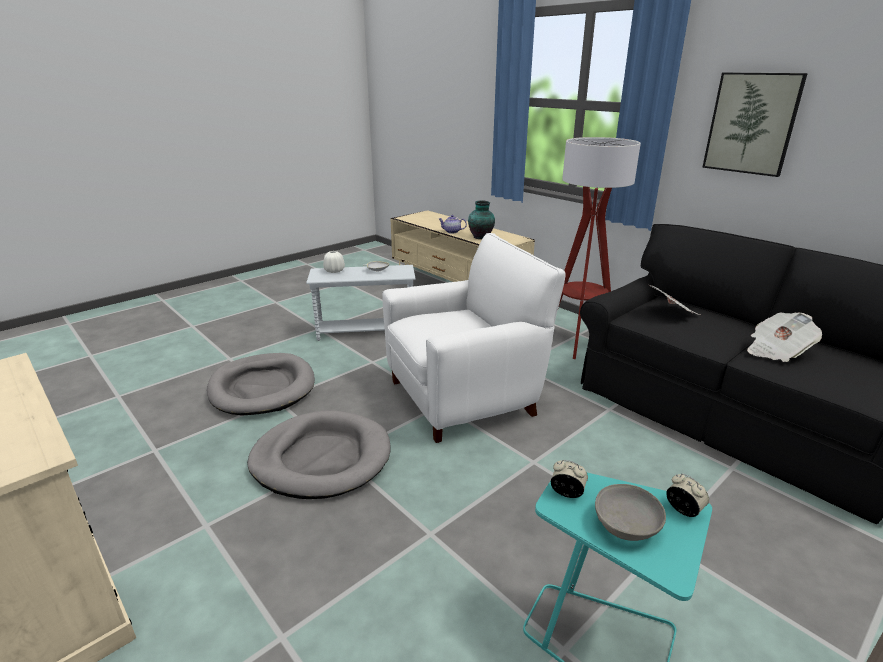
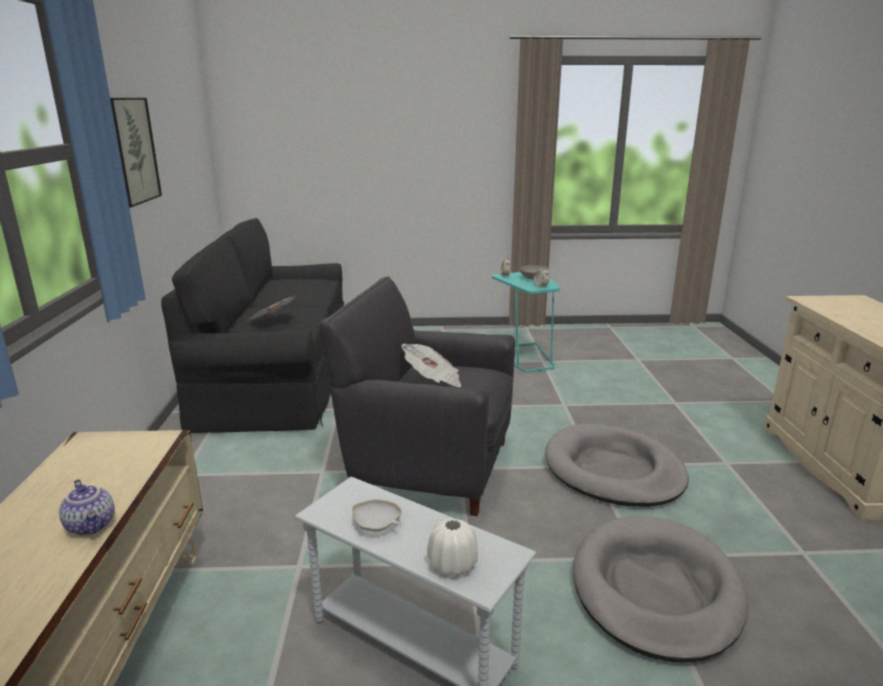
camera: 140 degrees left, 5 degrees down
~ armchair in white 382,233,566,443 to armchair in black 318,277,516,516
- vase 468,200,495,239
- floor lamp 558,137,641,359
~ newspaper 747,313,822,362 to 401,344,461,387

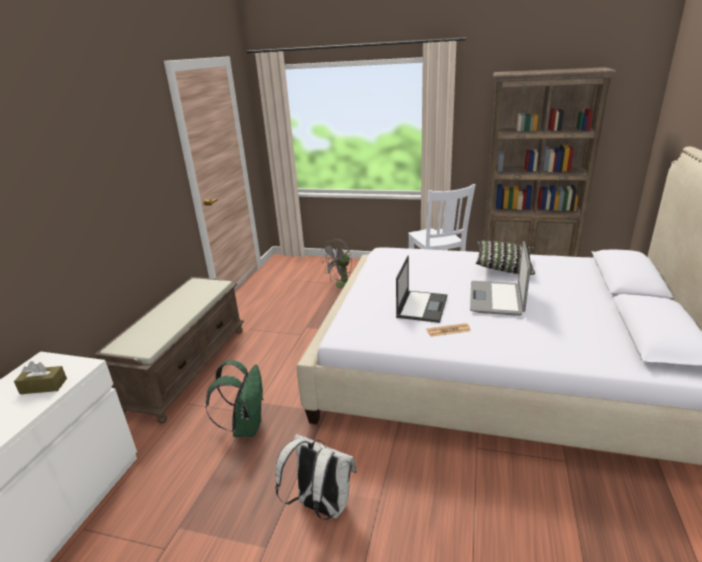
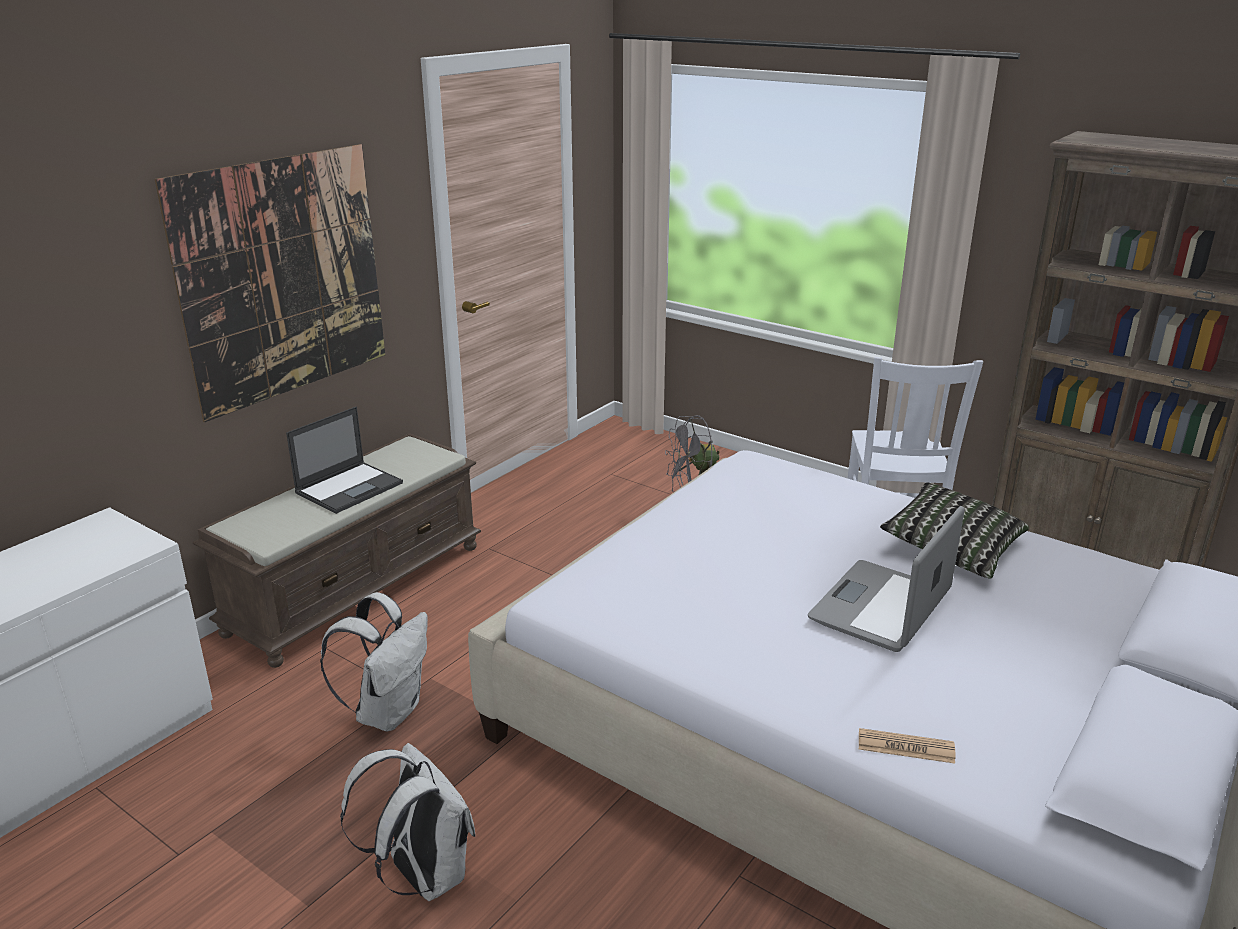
camera: 20 degrees right, 0 degrees up
- tissue box in brown 14,361,67,394
~ backpack in green 206,360,264,437 to backpack in white 320,592,428,731
~ laptop 396,255,447,323 to 286,407,403,514
~ newspaper 426,323,471,337 to 859,728,956,764
+ picture 155,144,385,422

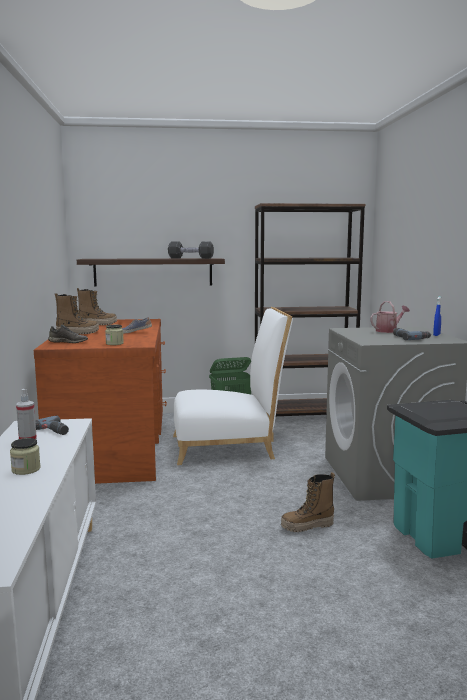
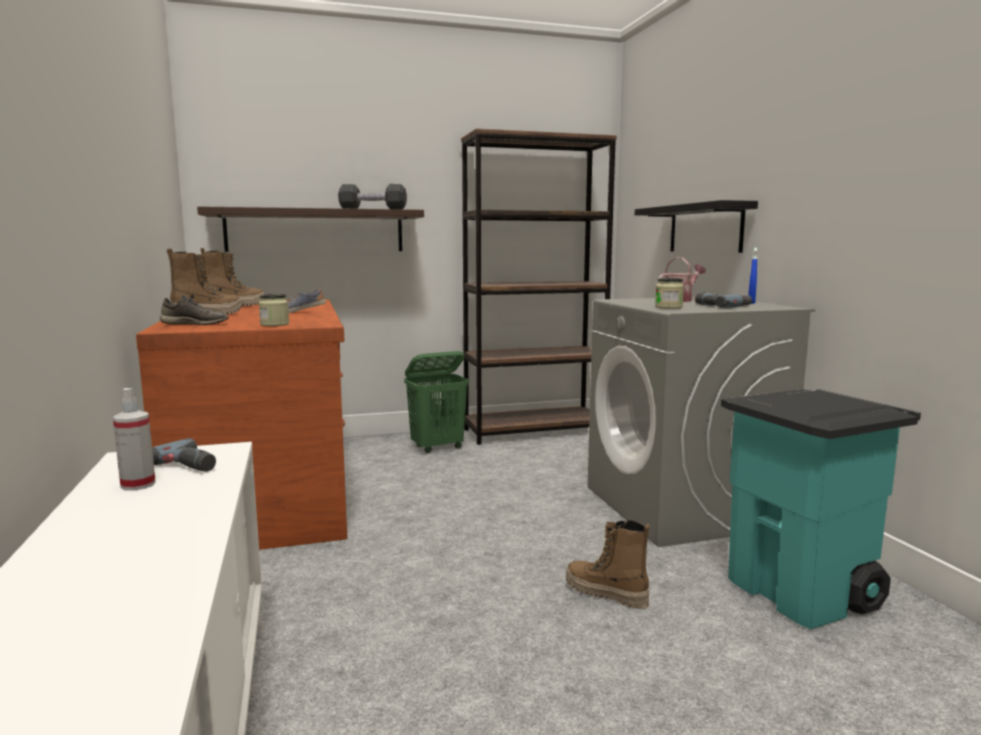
camera: 10 degrees left, 0 degrees up
~ jar 10,438,40,475 to 655,278,684,309
- chair in white 173,307,293,465
~ boot 281,472,335,532 = 566,520,650,609 60 degrees clockwise
+ shelf in black 635,200,758,253

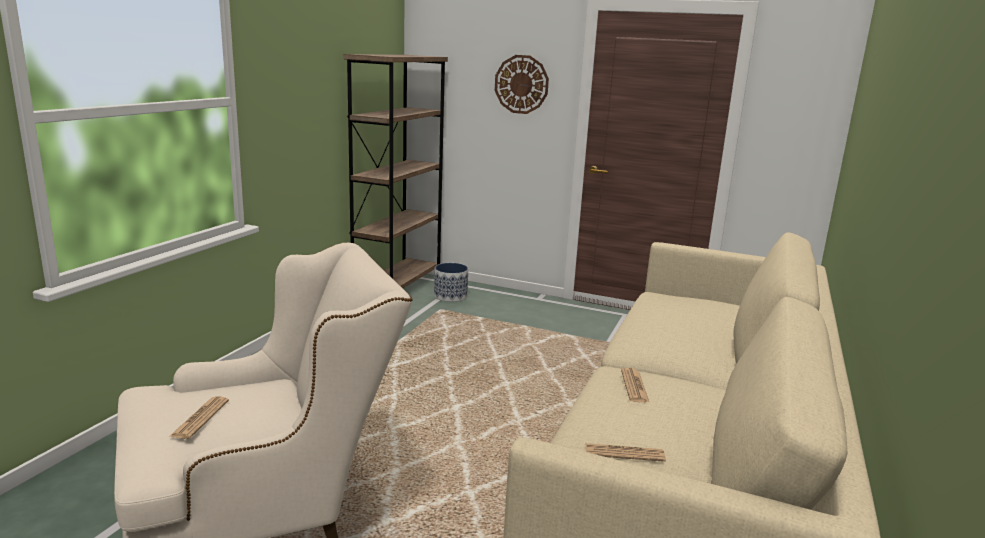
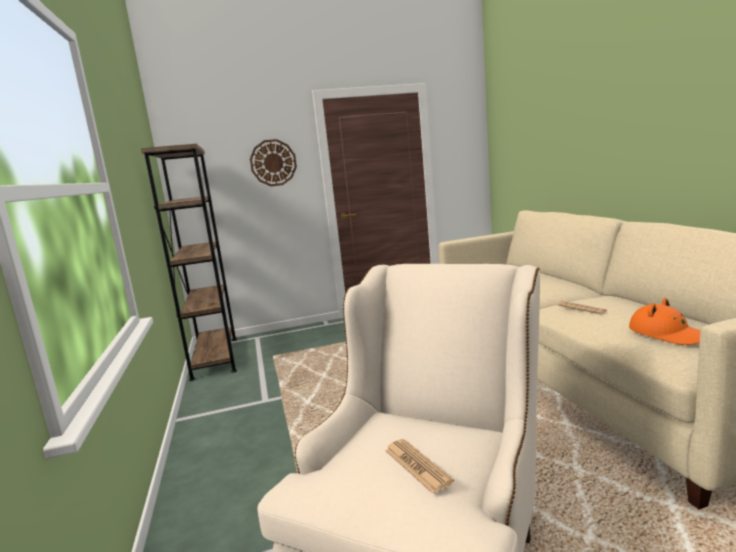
camera: 35 degrees left, 5 degrees down
- planter 434,263,468,302
~ newspaper 586,443,666,462 to hat in orange 629,298,700,345

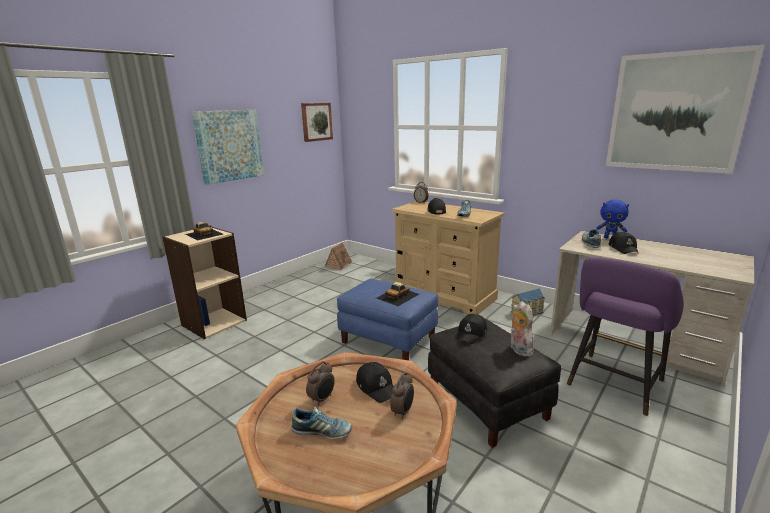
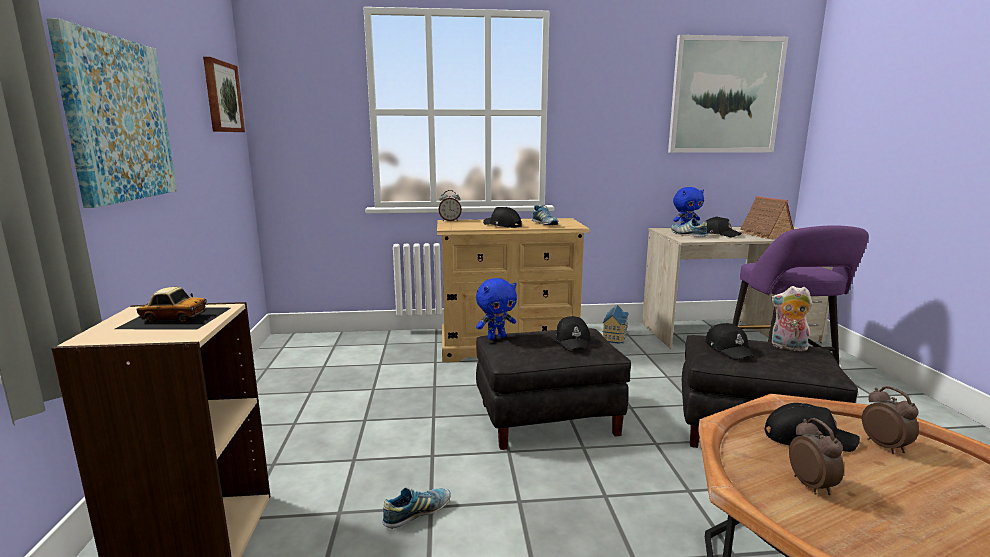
camera: 45 degrees left, 5 degrees down
~ shoe 291,407,352,439 to 382,487,451,529
~ toy house 325,242,353,270 to 740,196,794,239
~ ottoman in blue 337,279,438,360 to ottoman in black 476,328,631,450
~ toy car 376,282,419,306 to cap in black 556,316,590,351
+ plush toy in blue 476,278,517,340

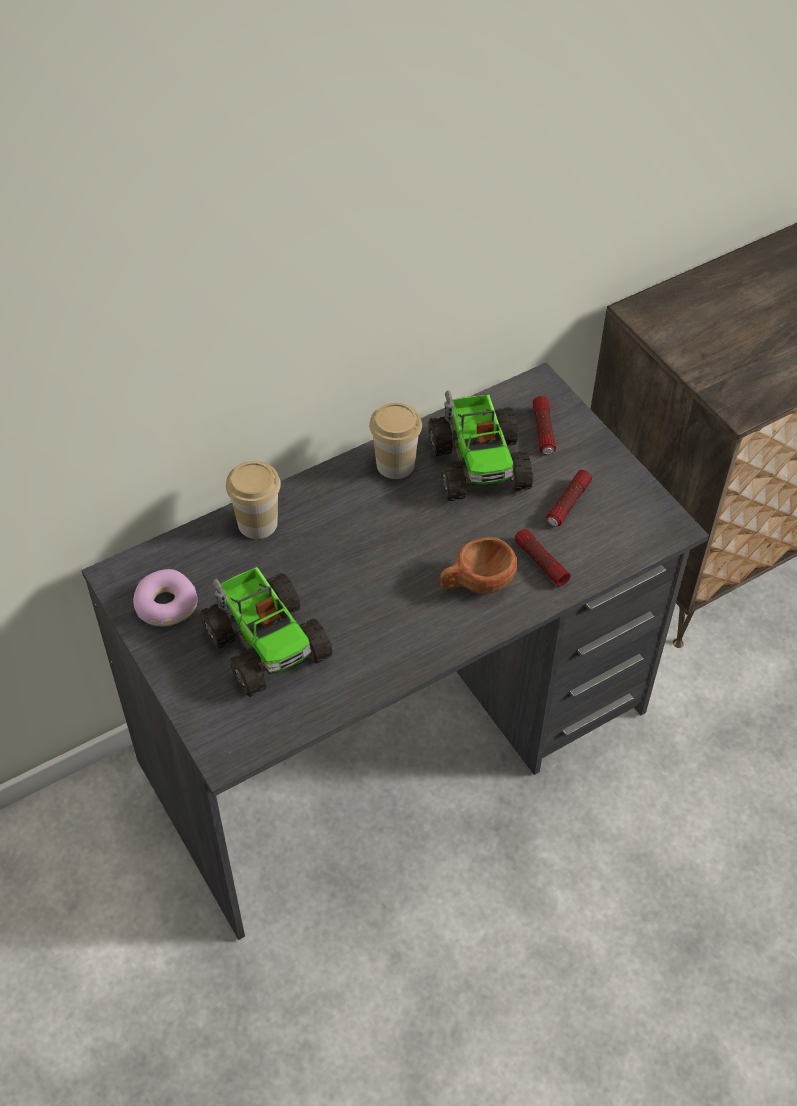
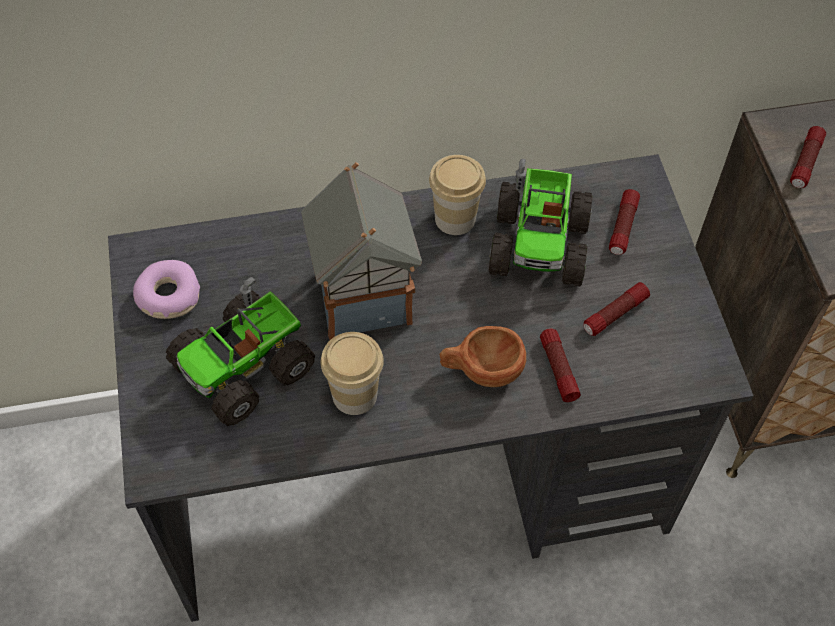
camera: 20 degrees right, 5 degrees up
~ toy truck 200,567,333,697 = 166,277,315,426 60 degrees clockwise
~ cup 226,461,281,539 to 321,332,384,415
+ toy house 301,162,422,340
+ flashlight 790,126,826,188

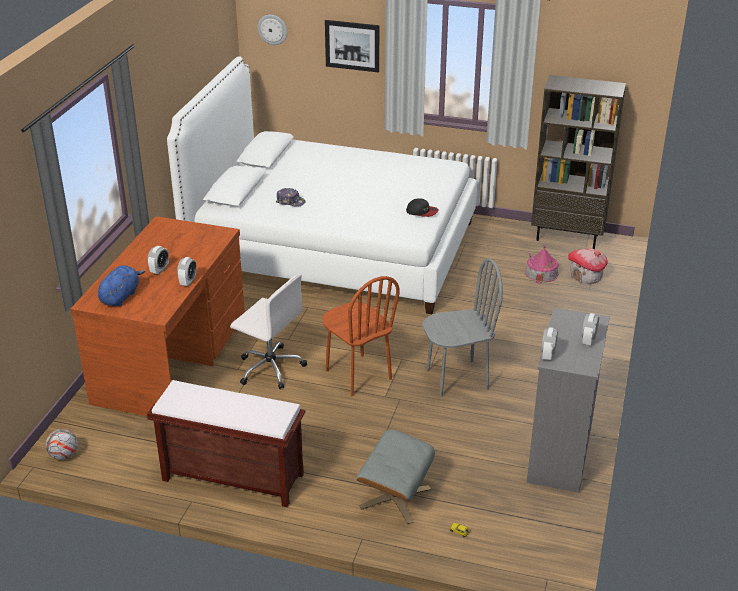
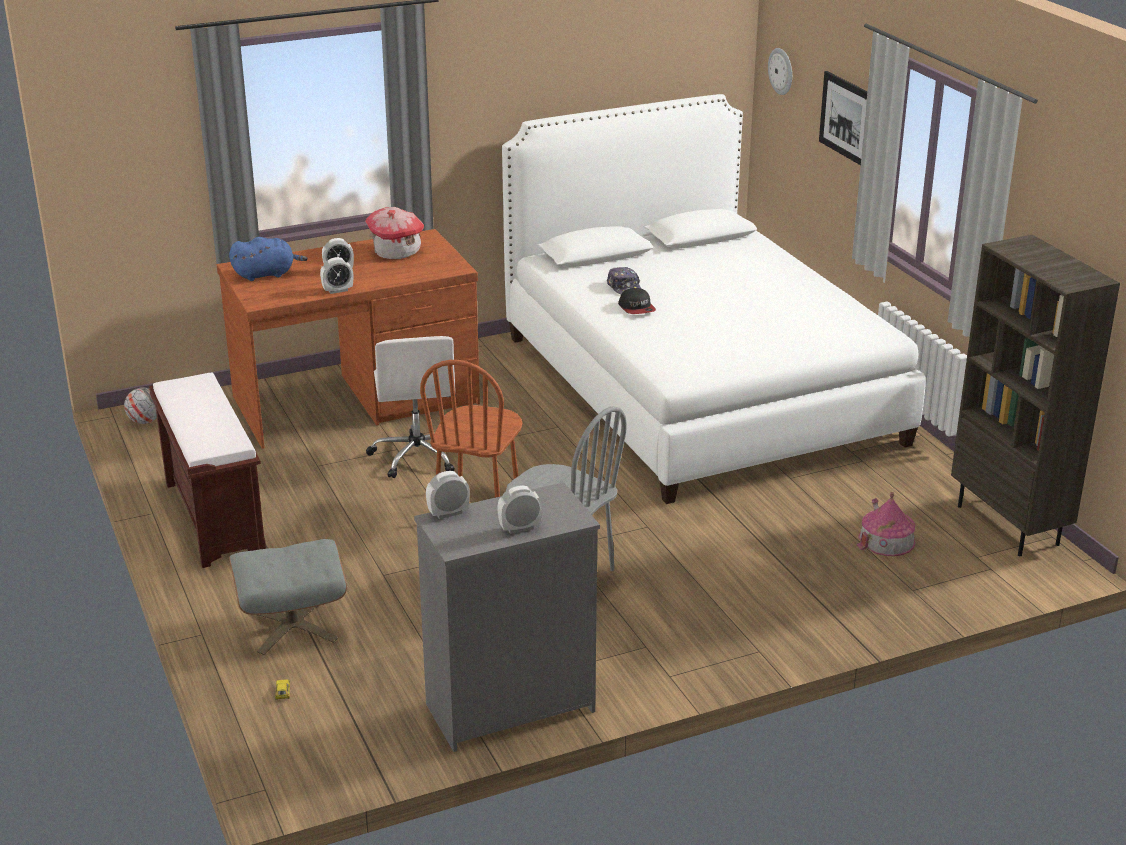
camera: 50 degrees right, 5 degrees down
~ cap 406,198,438,217 to 618,288,656,314
~ toy house 568,248,608,284 to 365,207,424,259

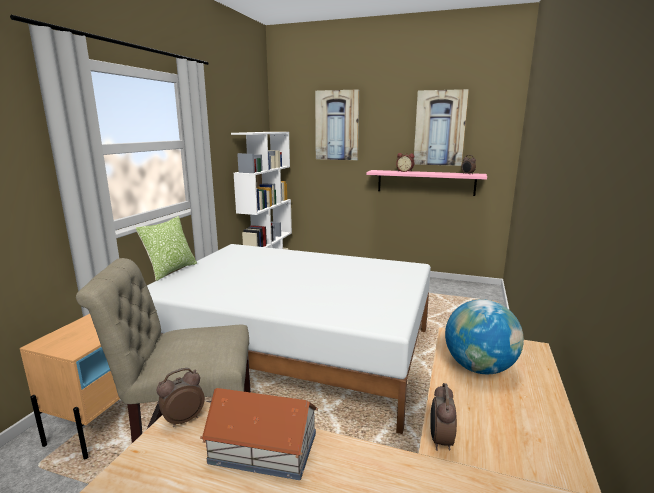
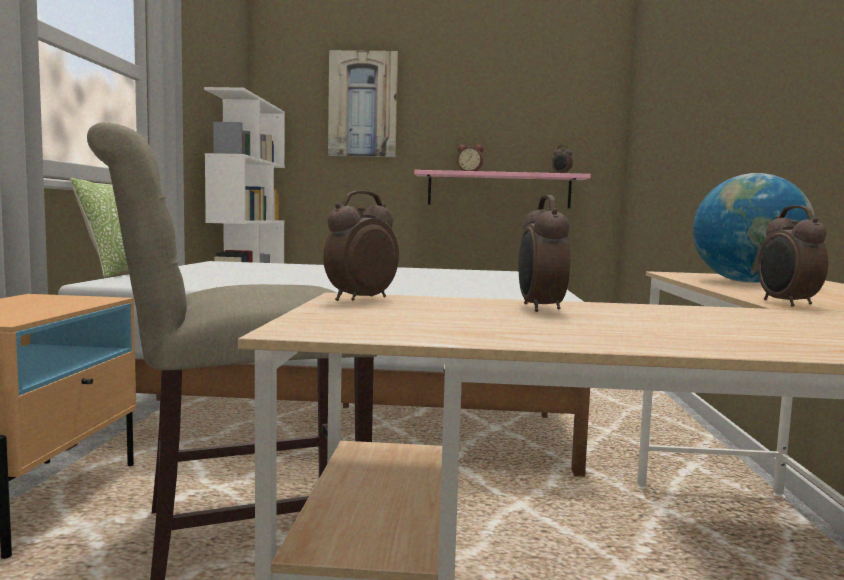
camera: 15 degrees left, 10 degrees down
~ toy house 200,388,318,480 to alarm clock 518,195,570,312
- picture 414,89,469,166

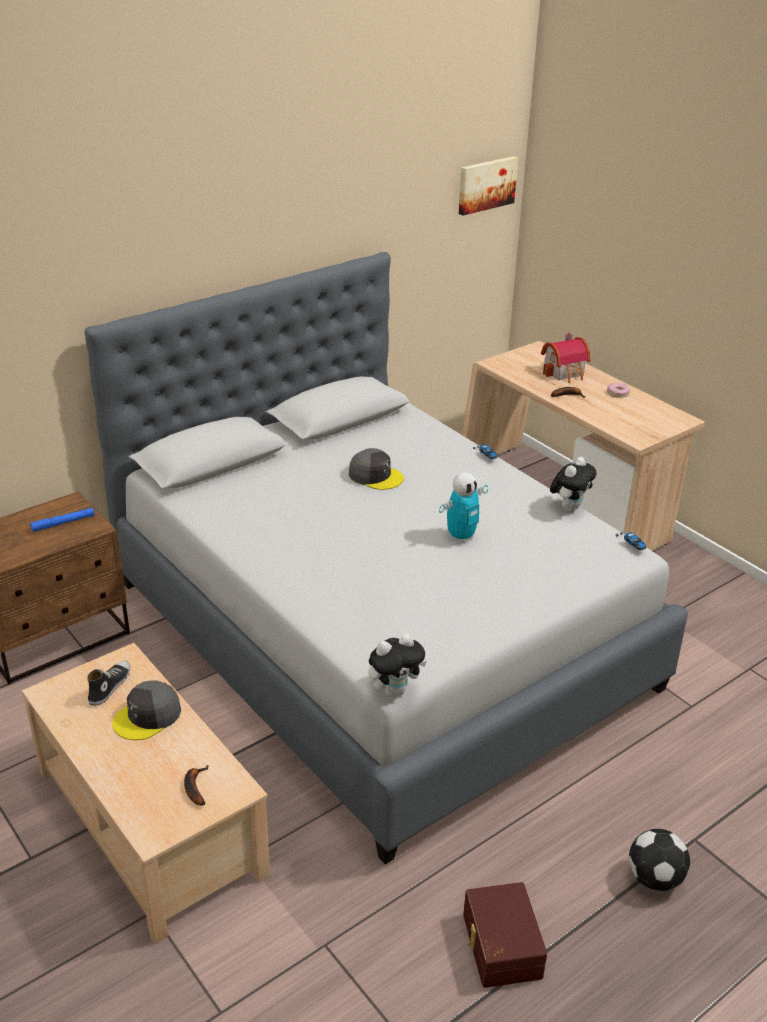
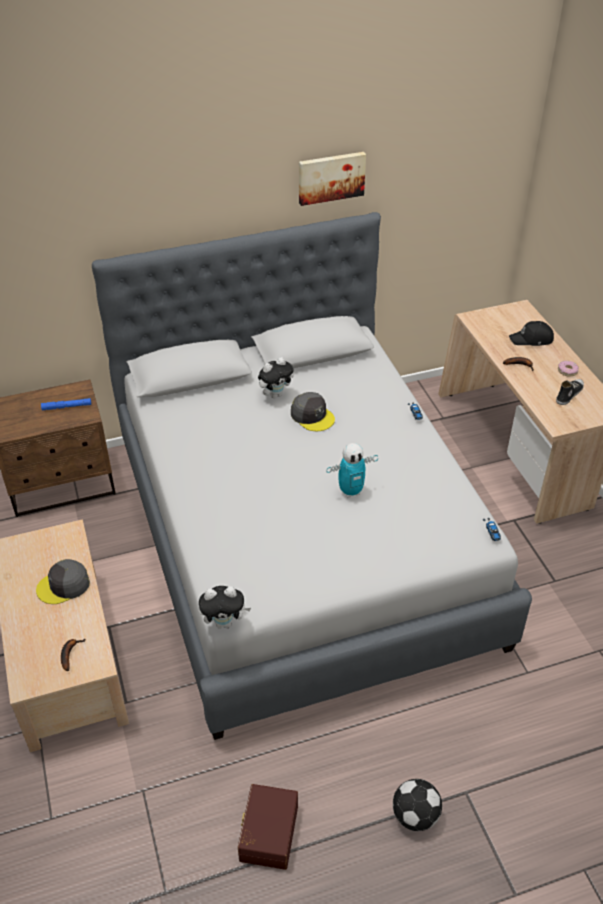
camera: 20 degrees right, 10 degrees up
~ shoe 87,661,130,706 to 556,379,584,405
~ picture 459,156,518,215 to 299,152,366,206
~ toy house 541,333,590,383 to cap in black 509,321,554,346
~ plush toy 550,457,597,512 to 258,357,294,399

